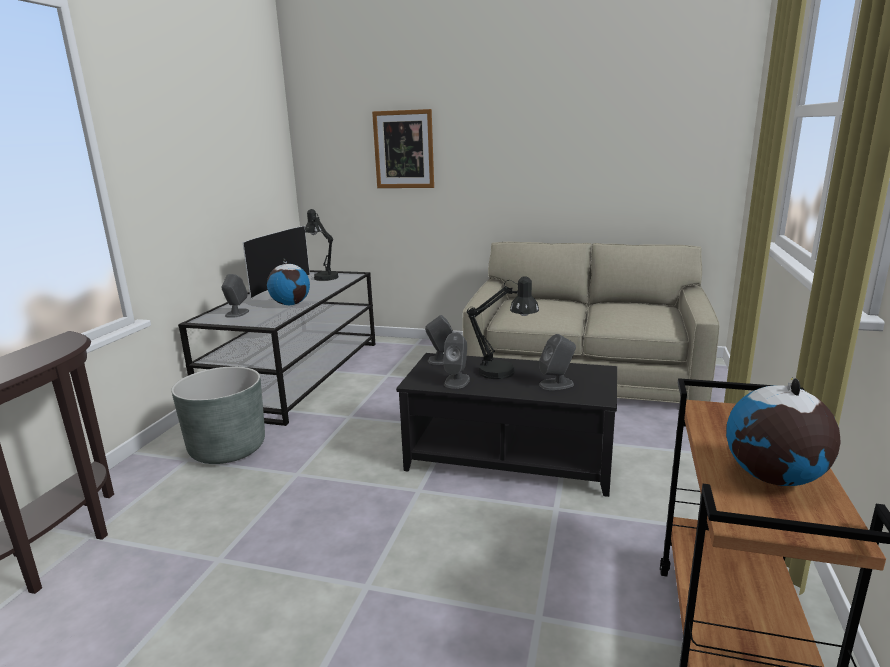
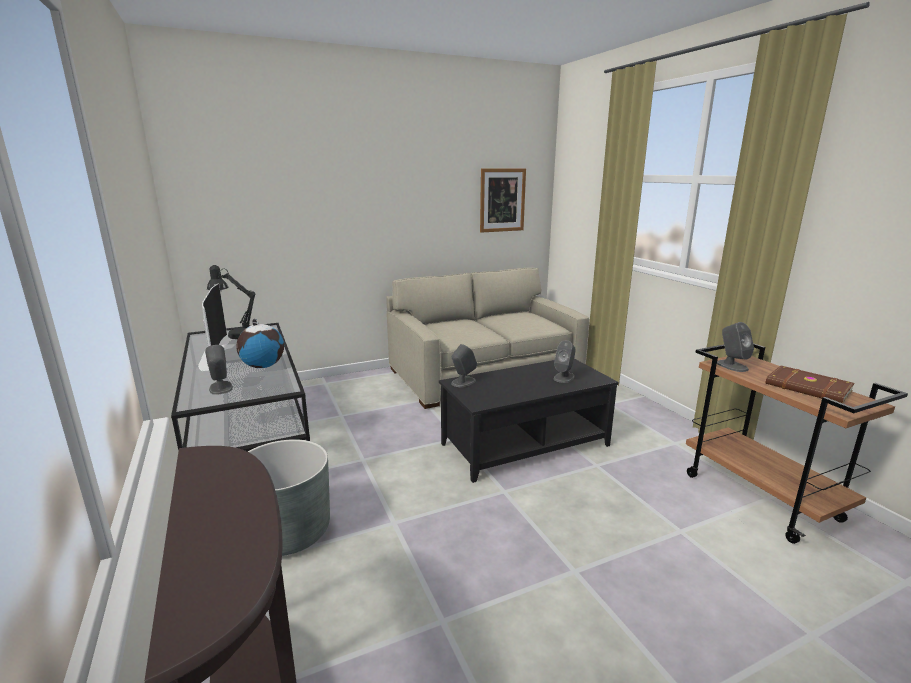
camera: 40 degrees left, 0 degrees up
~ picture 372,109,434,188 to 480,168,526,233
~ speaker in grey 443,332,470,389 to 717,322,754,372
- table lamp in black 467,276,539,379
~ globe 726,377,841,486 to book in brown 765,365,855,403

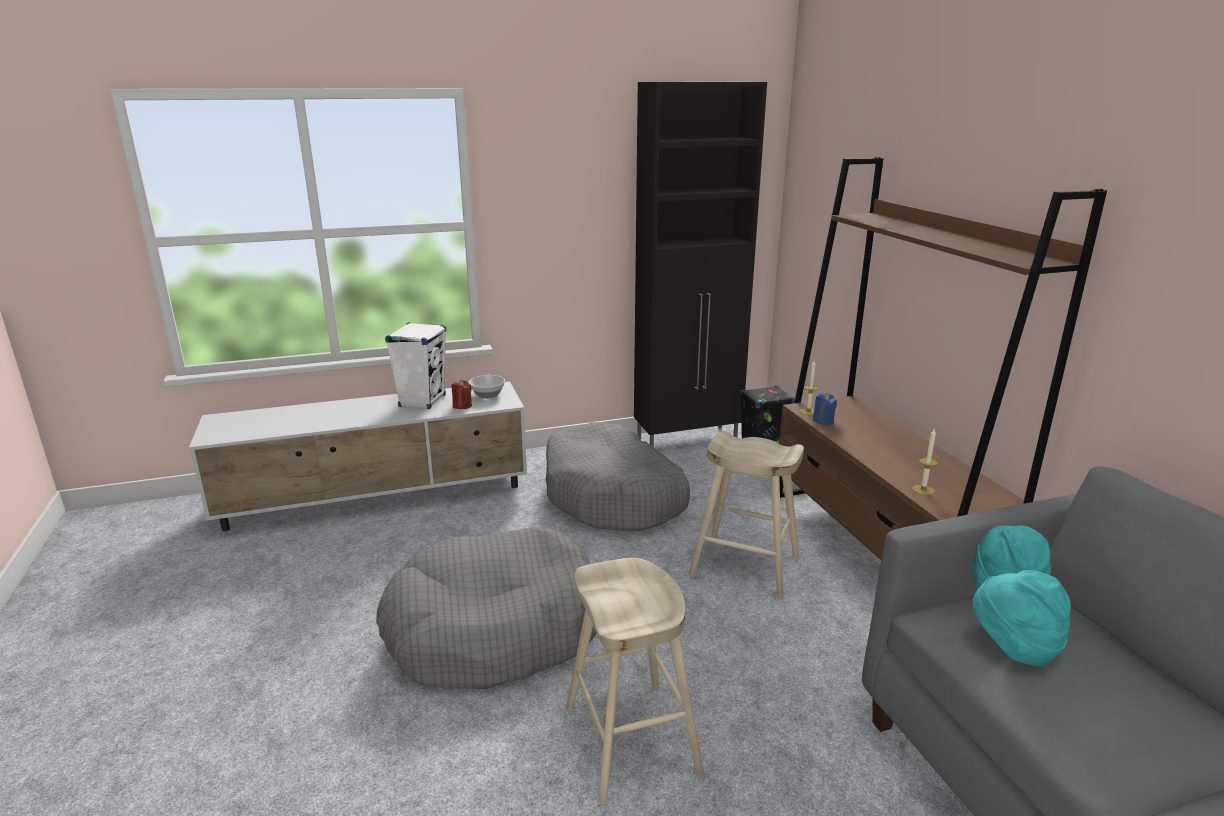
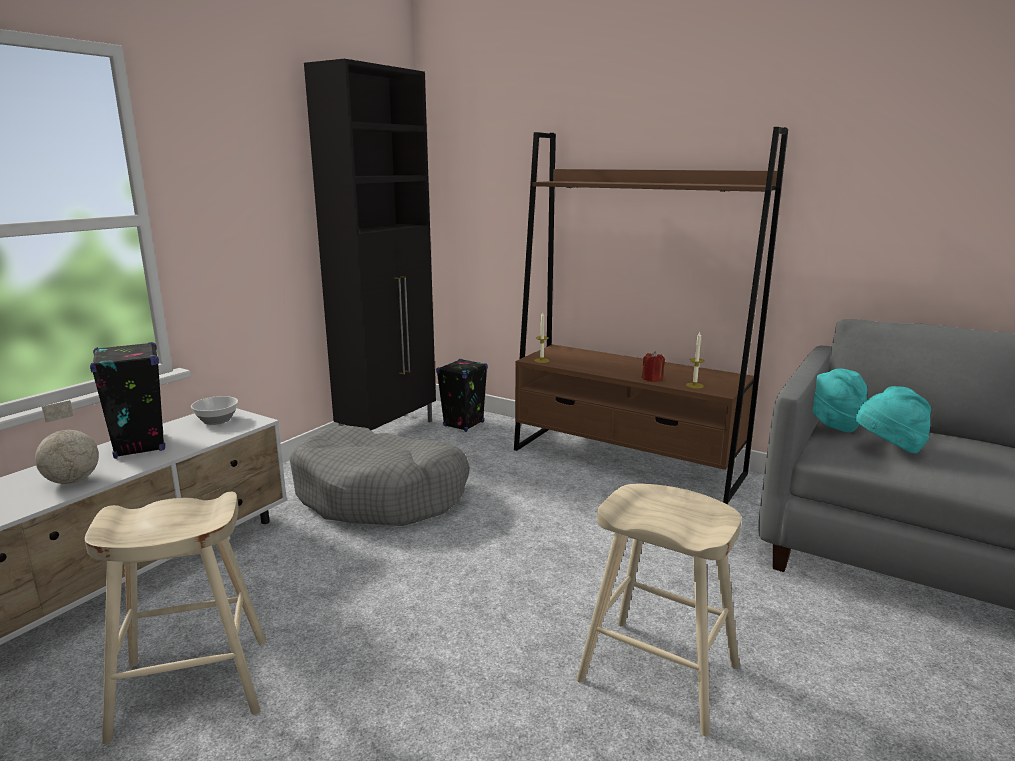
camera: 40 degrees left, 5 degrees down
- dog bed in grey 376,527,596,689
~ speaker in white 385,322,446,409 to speaker in black 90,342,165,459
~ candle in red 451,380,472,409 to 642,351,665,382
~ stool in beige 689,431,804,600 to 85,492,266,744
- candle in blue 813,393,837,425
+ globe 35,400,99,484

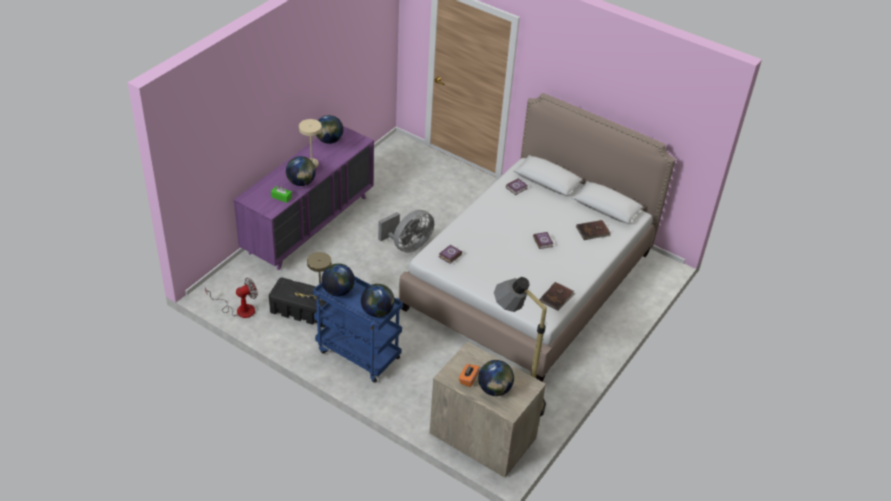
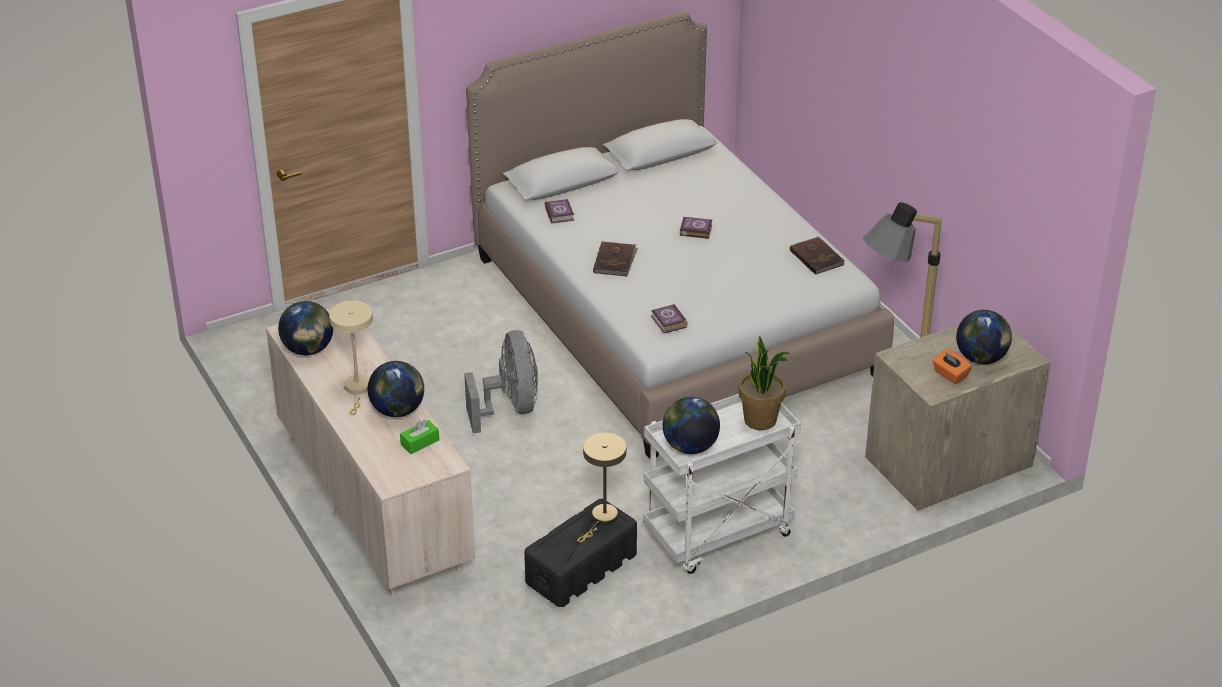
camera: 60 degrees left, 5 degrees down
- fan 205,278,257,318
~ dresser in purple 234,126,374,270 to dresser in beige 266,307,475,596
~ cart in blue 313,276,403,383 to cart in white 643,394,801,574
~ globe 361,284,394,317 to potted plant 739,336,790,430
~ book in brown 576,220,611,240 to 593,241,638,276

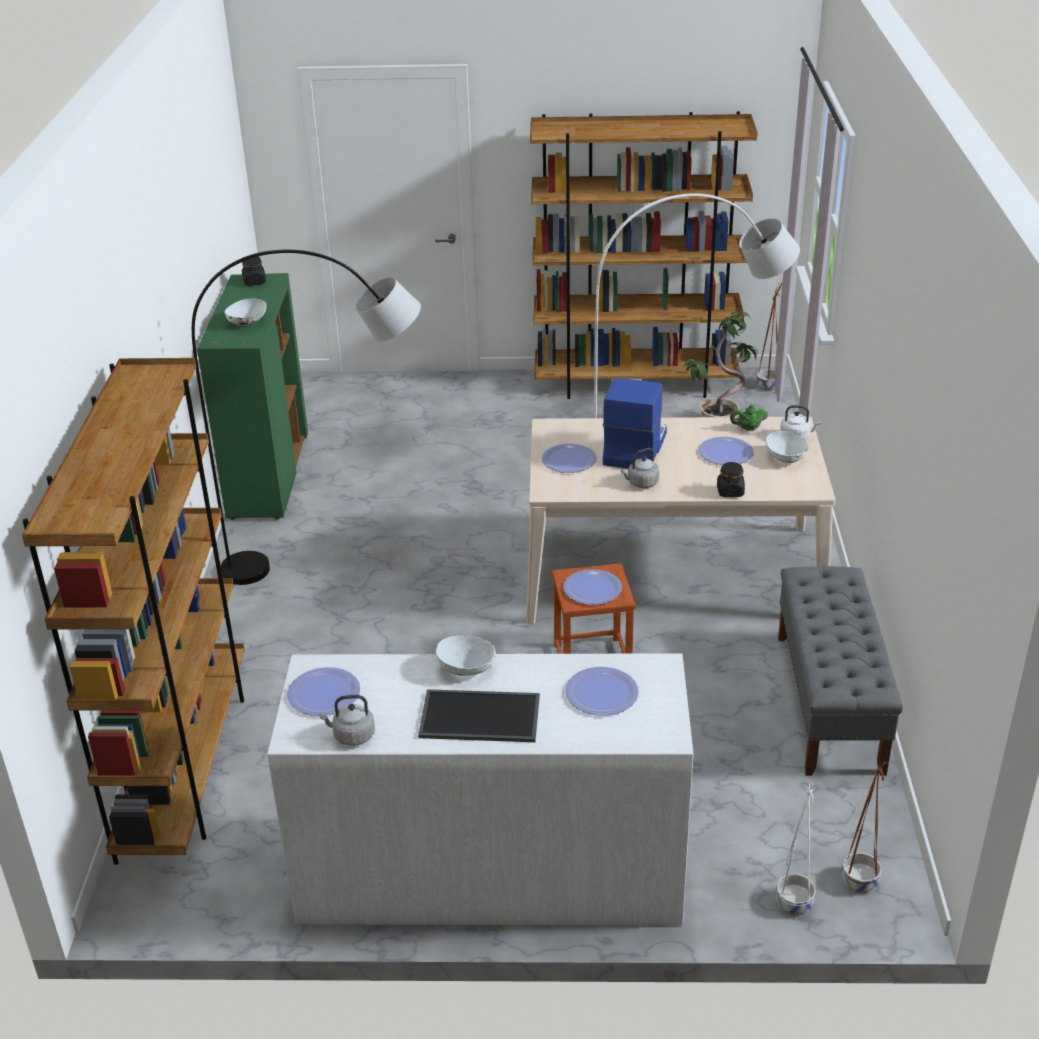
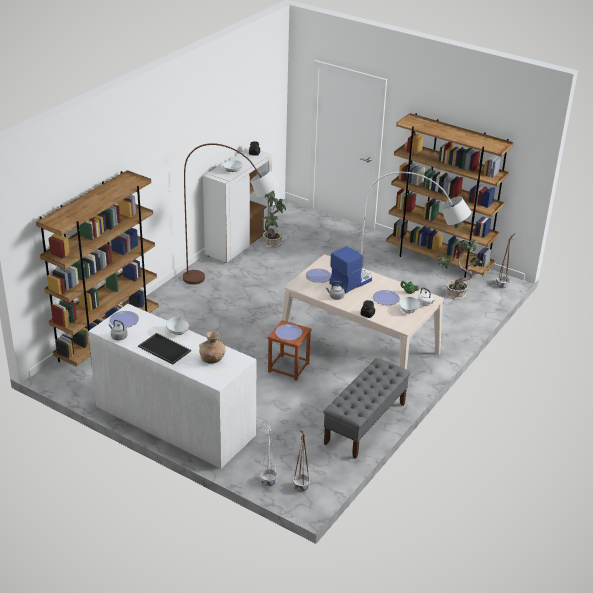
camera: 30 degrees right, 0 degrees up
~ floor lamp in grey 192,250,421,585 to floor lamp in brown 183,143,280,285
~ cabinet in green 197,273,308,520 to cabinet in white 203,147,272,263
~ plate 565,667,639,715 to vase in brown 199,331,226,363
+ potted plant 262,190,286,248

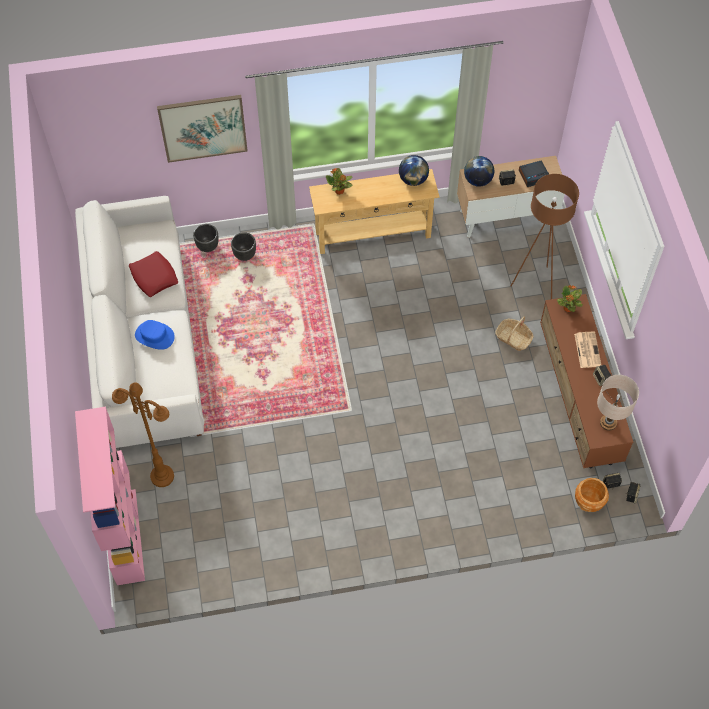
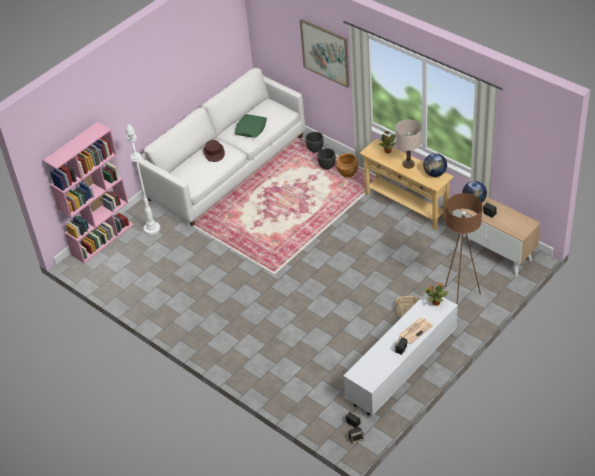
camera: 55 degrees right, 15 degrees down
~ floor lamp in brown 112,382,174,487 to floor lamp in white 126,124,160,235
~ pillow in red 129,251,178,297 to pillow in green 235,114,267,138
~ hat in blue 135,320,175,350 to hat in brown 203,140,225,162
- alarm clock 519,160,549,187
~ tv stand in brown 540,294,633,468 to tv stand in white 343,292,458,415
~ planter in brown 575,478,609,512 to 336,153,358,178
~ table lamp in beige 597,375,639,431 to 395,120,421,169

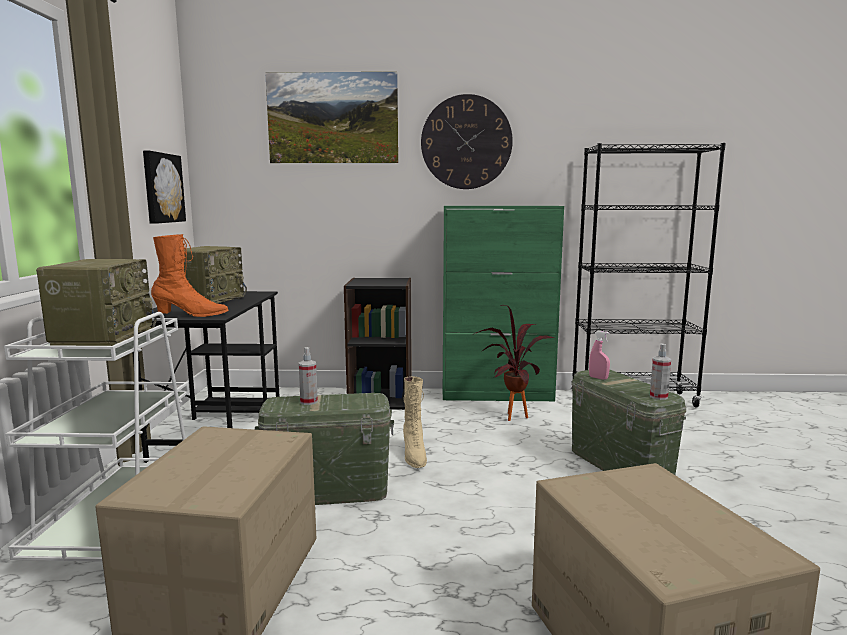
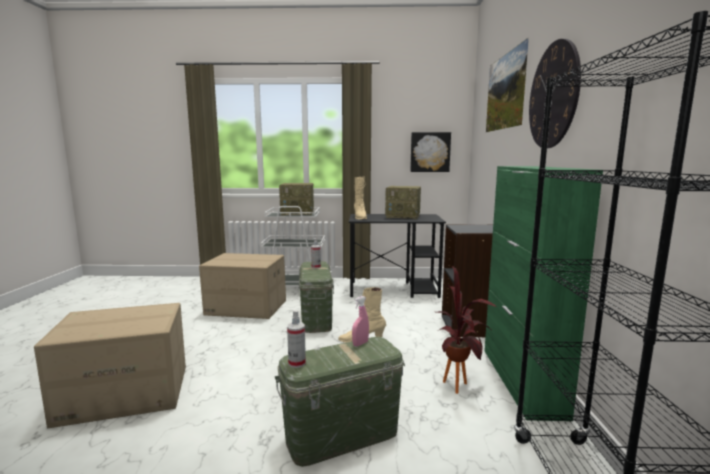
camera: 90 degrees right, 0 degrees up
~ boot in orange 151,234,228,317 to boot in beige 354,177,367,220

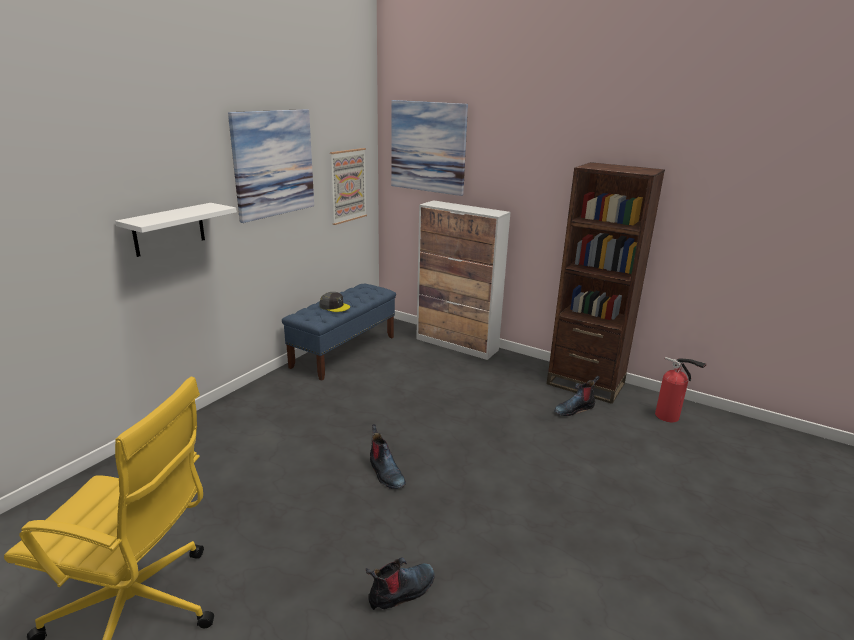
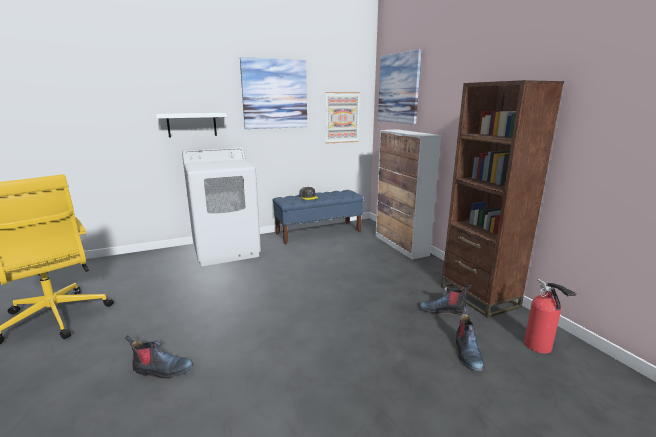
camera: 35 degrees right, 5 degrees down
~ boot 370,424,406,489 to 456,306,484,371
+ washing machine in white 182,147,261,266

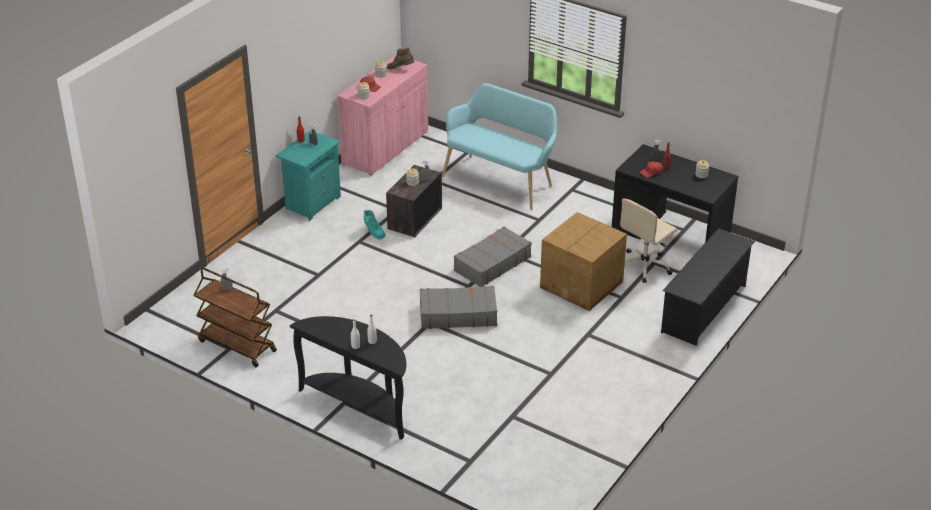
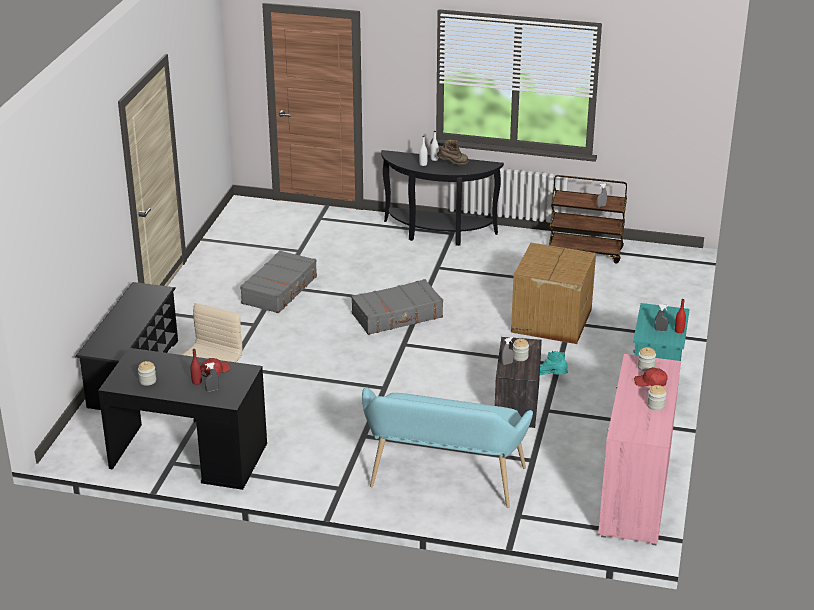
camera: 160 degrees right, 5 degrees down
~ boot in brown 387,47,414,69 to 437,140,469,165
~ suitcase in grey 454,226,532,287 to 240,250,317,313
~ cardboard box 540,212,627,311 to 511,243,596,344

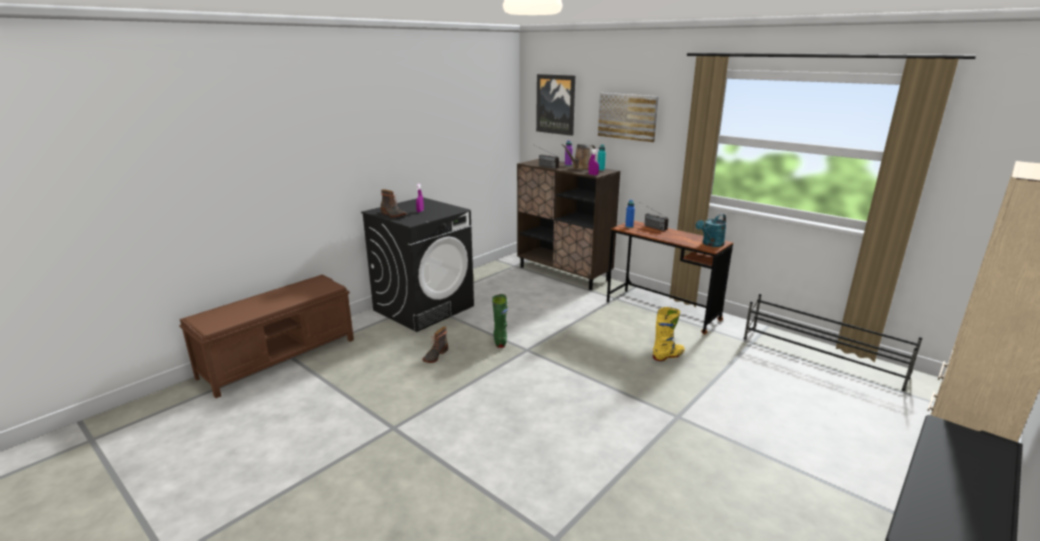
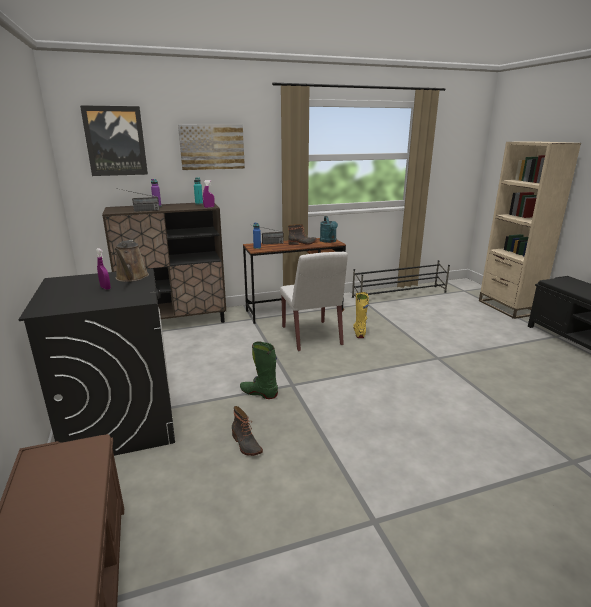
camera: 60 degrees left, 0 degrees up
~ boot 381,189,407,218 to 288,224,317,245
~ watering can in brown 562,144,595,170 to 114,240,149,282
+ chair in white 280,252,348,351

